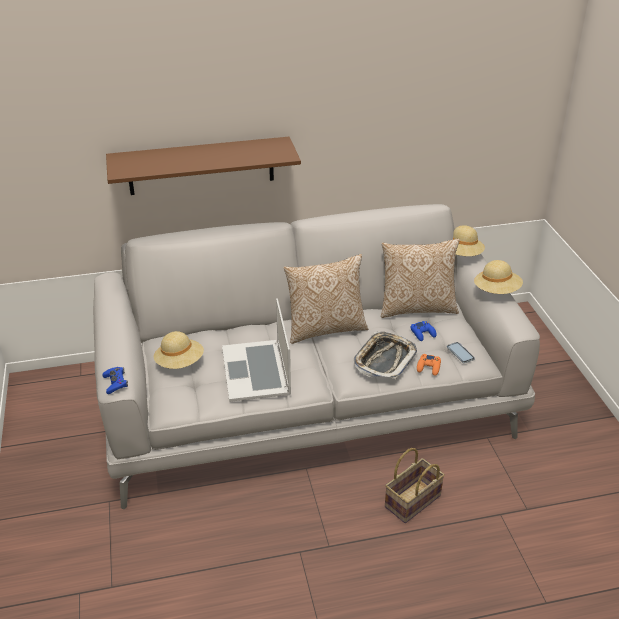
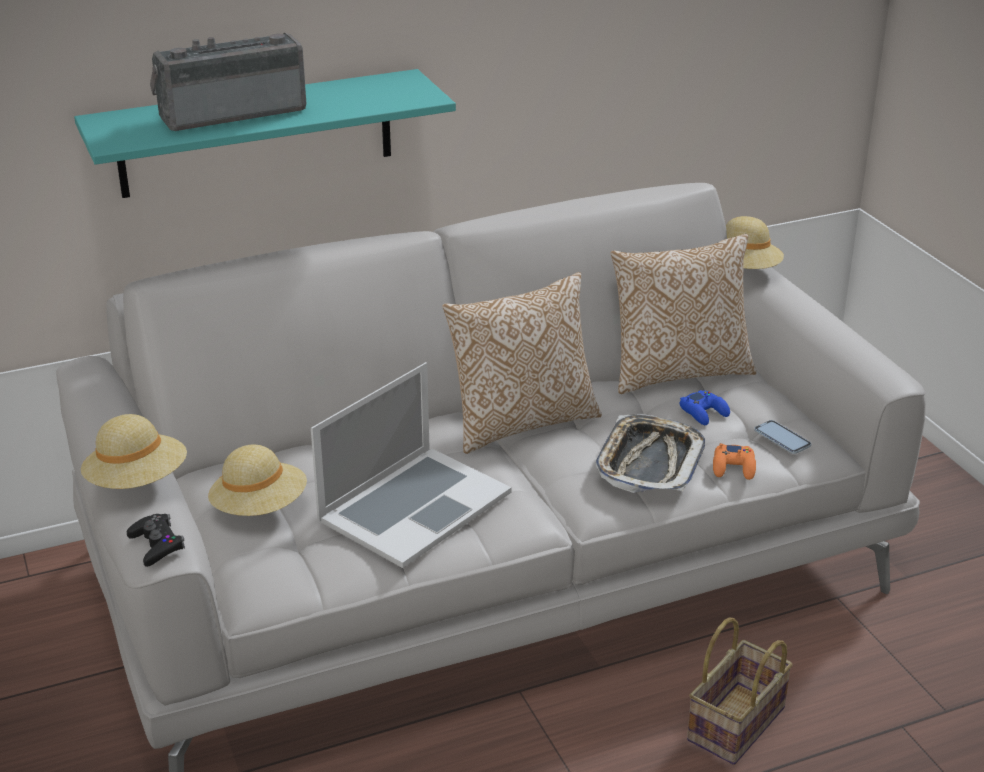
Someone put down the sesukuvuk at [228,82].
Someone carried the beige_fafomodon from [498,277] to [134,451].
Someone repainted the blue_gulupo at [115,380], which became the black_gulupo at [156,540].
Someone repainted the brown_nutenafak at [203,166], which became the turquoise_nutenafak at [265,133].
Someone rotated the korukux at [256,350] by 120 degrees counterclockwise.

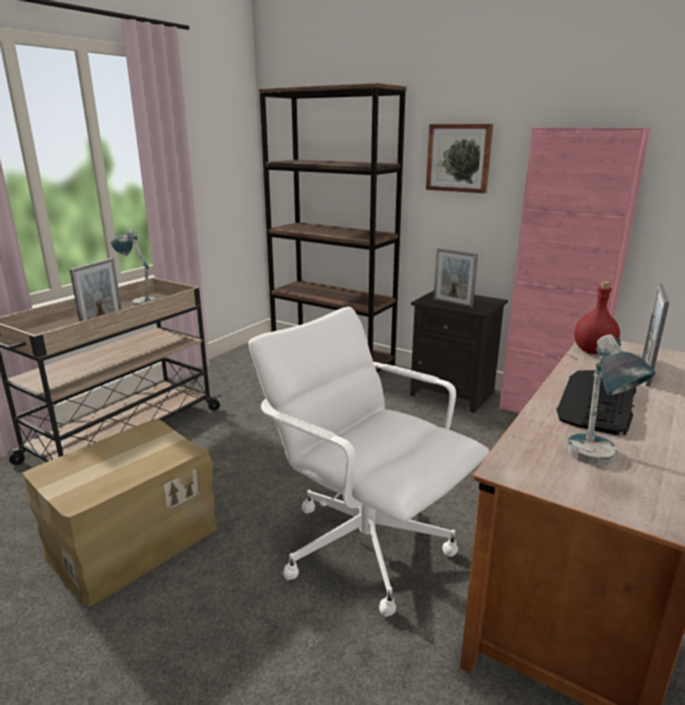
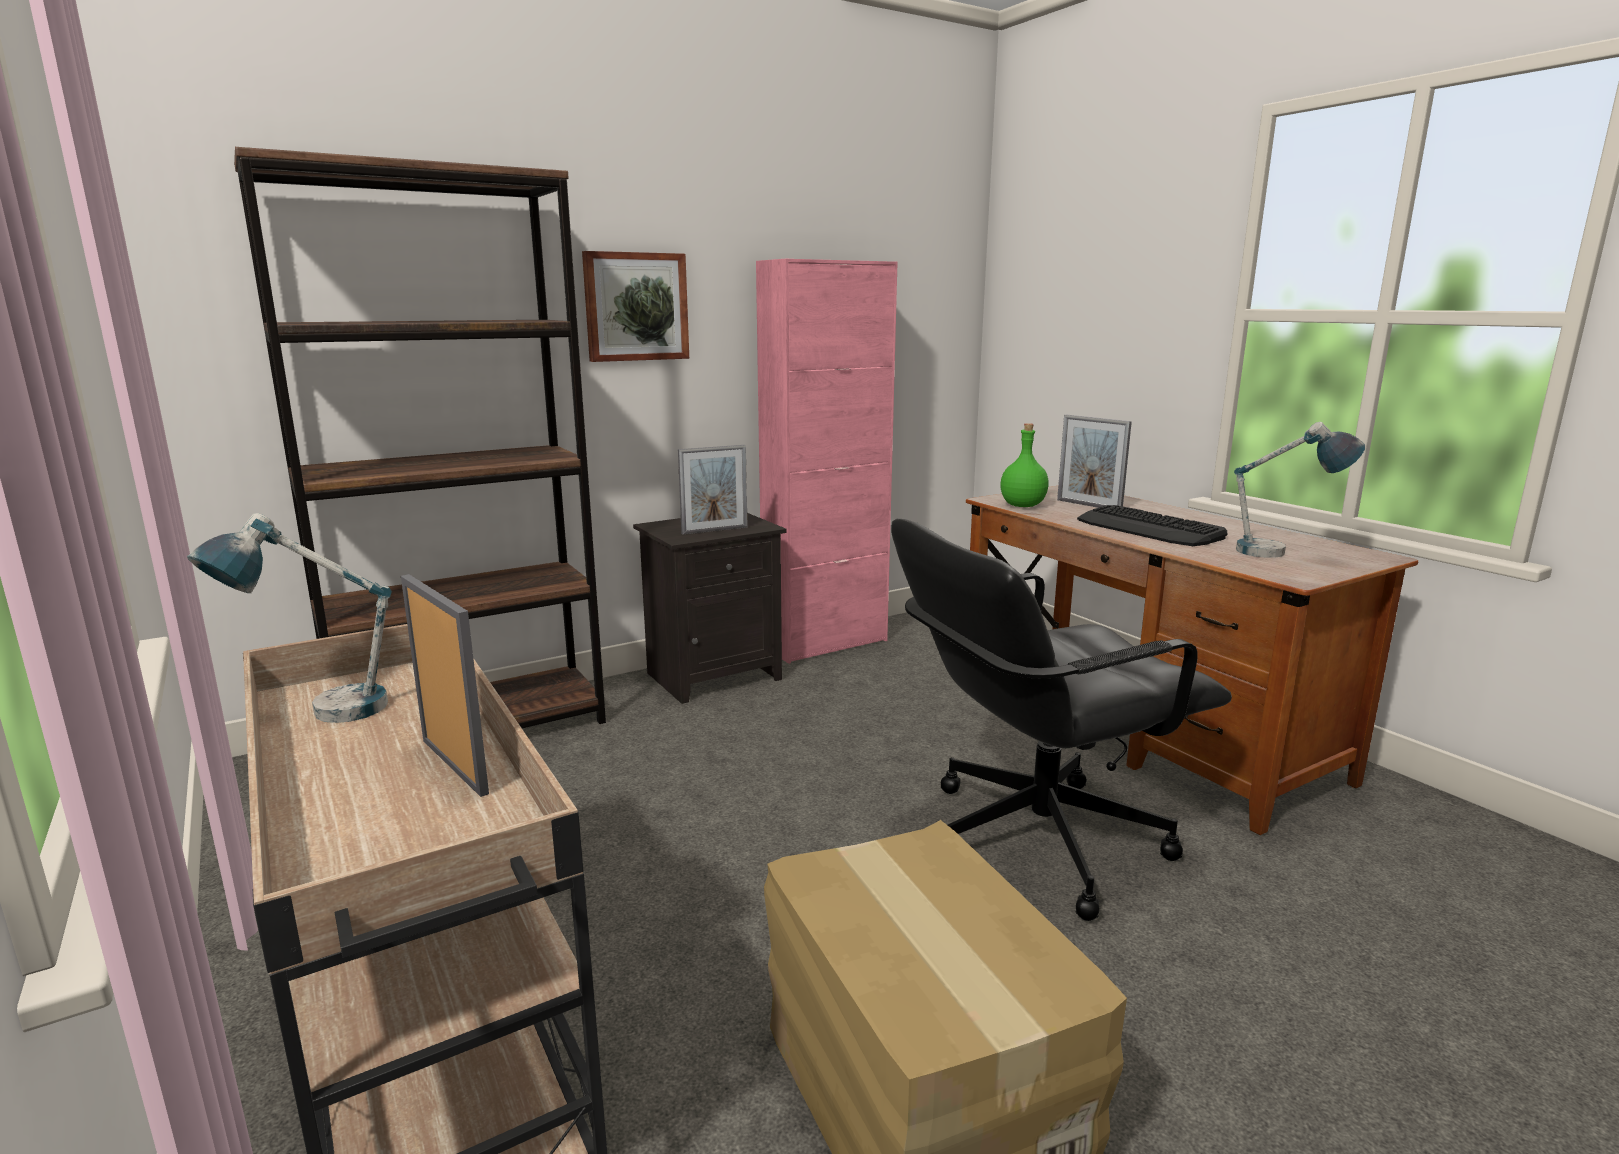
Someone repainted the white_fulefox at [369,462], which became the black_fulefox at [1061,720].
Someone repainted the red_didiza at [597,317], which became the green_didiza at [1024,465].

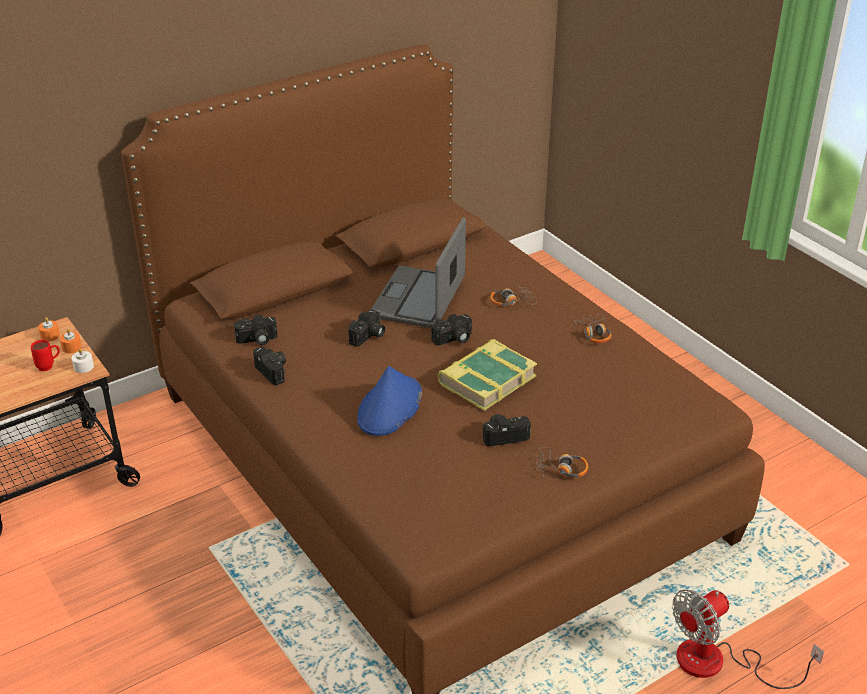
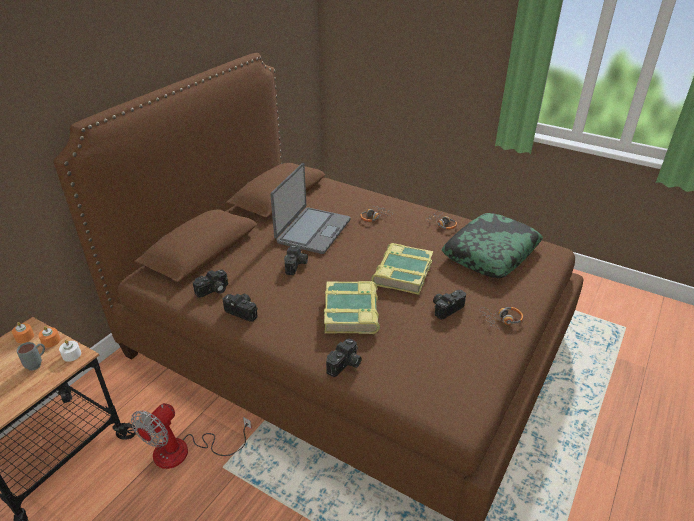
Someone put down the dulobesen at [492,245].
Someone carried the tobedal from [451,329] to [344,357].
Someone carried the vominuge from [748,639] to [191,436].
Someone swapped the blue_fafomodon at [389,401] for the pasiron at [352,307].
Someone repainted the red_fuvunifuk at [45,355], which became the grey_fuvunifuk at [31,356].
Someone rotated the korukux at [418,272] by 150 degrees counterclockwise.

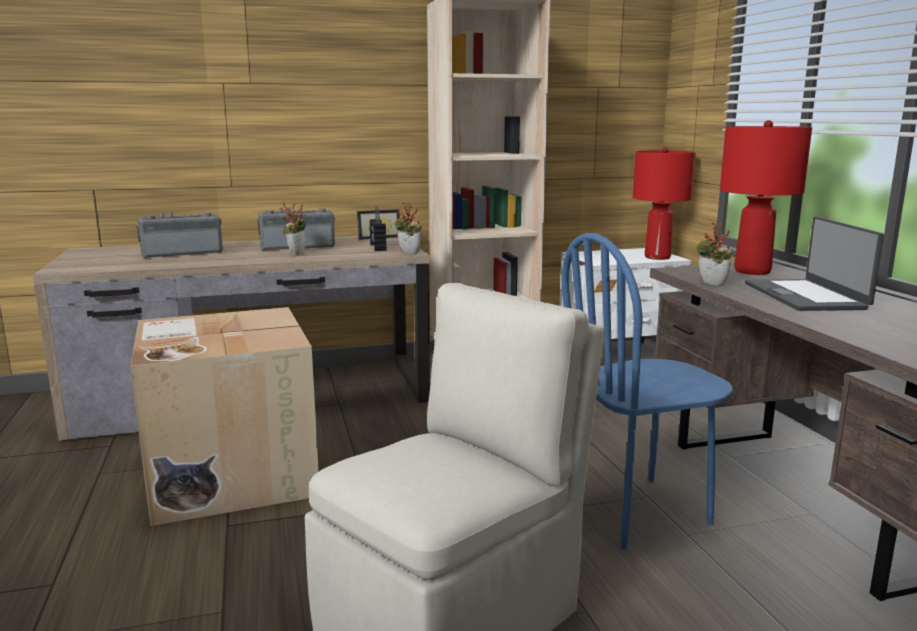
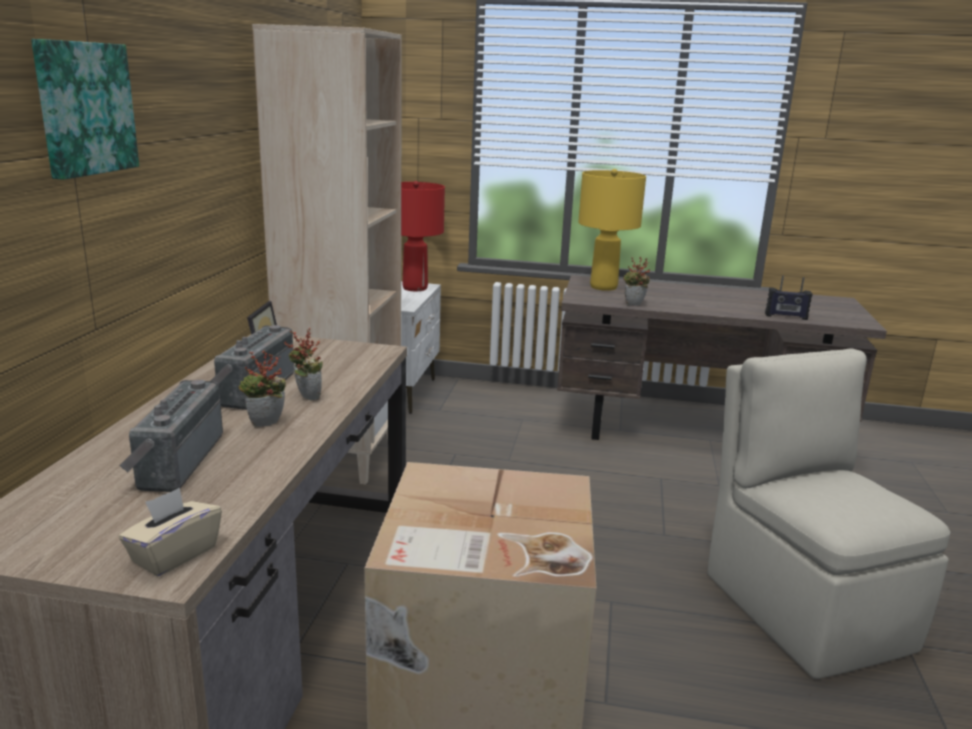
Someone took away the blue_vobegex at [647,391].
Someone took away the korukux at [814,263].
Someone put up the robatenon at [85,109].
Someone put down the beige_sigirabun at [170,532].
Someone carried the sesukuvuk from [377,229] to [788,297].
Someone carried the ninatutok from [408,228] to [262,388].
Someone repainted the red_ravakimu at [766,197], which became the yellow_ravakimu at [612,230].

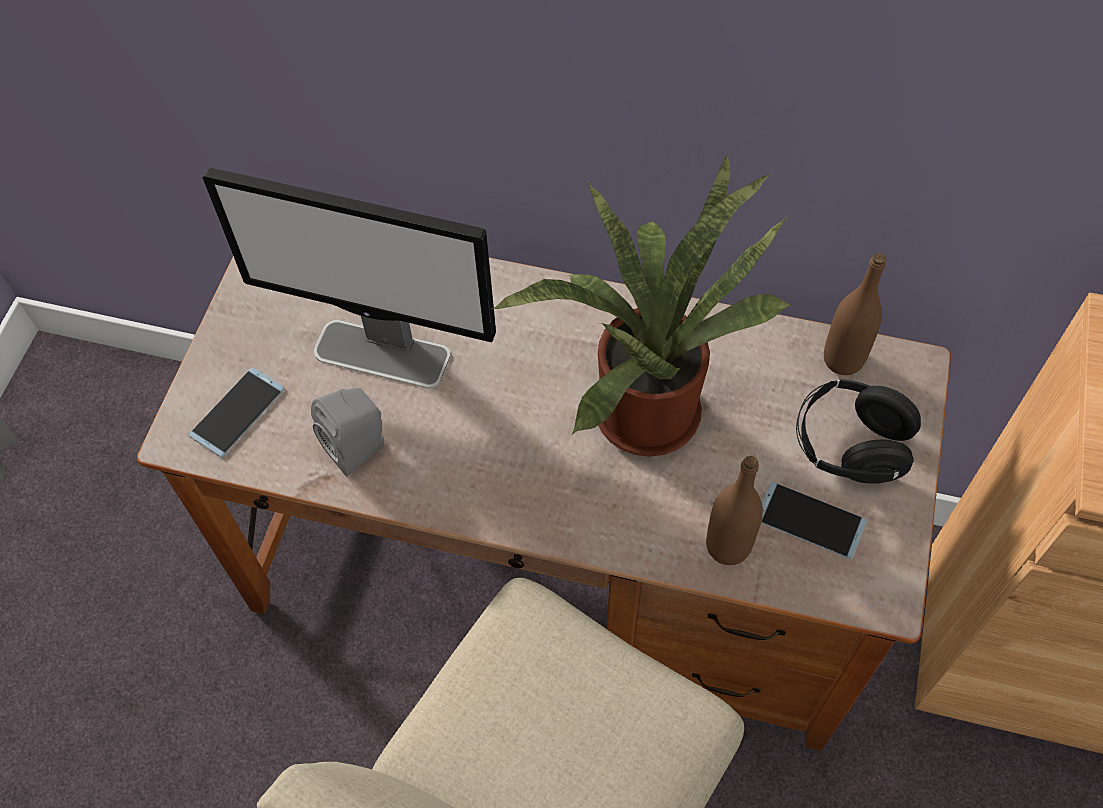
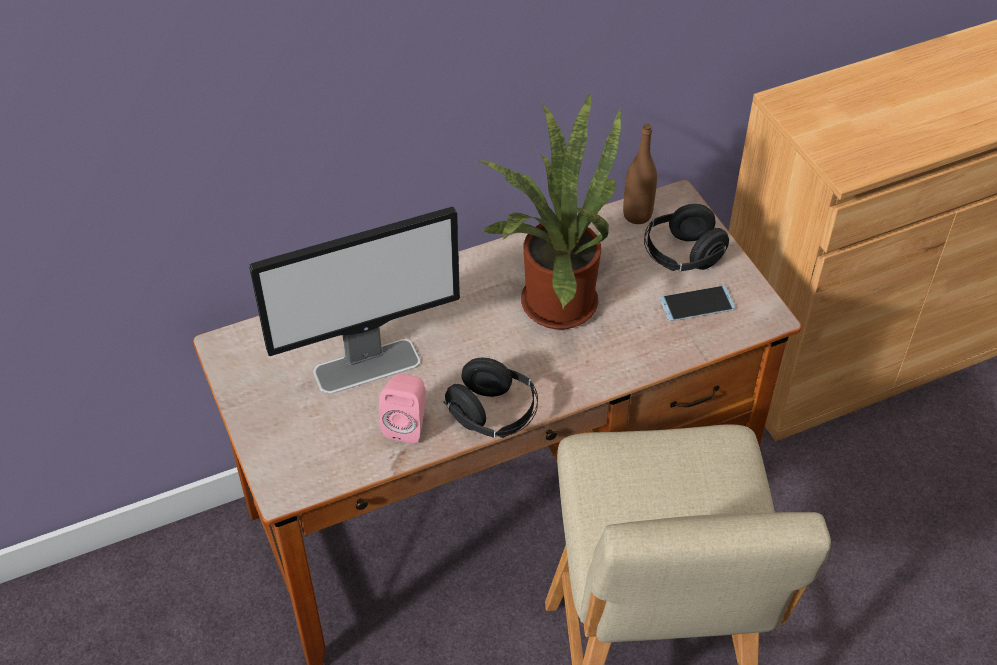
Someone took away the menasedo at [236,413].
Someone took away the brown_didiza at [734,510].
Someone put down the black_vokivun at [490,398].
Someone repainted the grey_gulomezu at [347,432], which became the pink_gulomezu at [402,408].

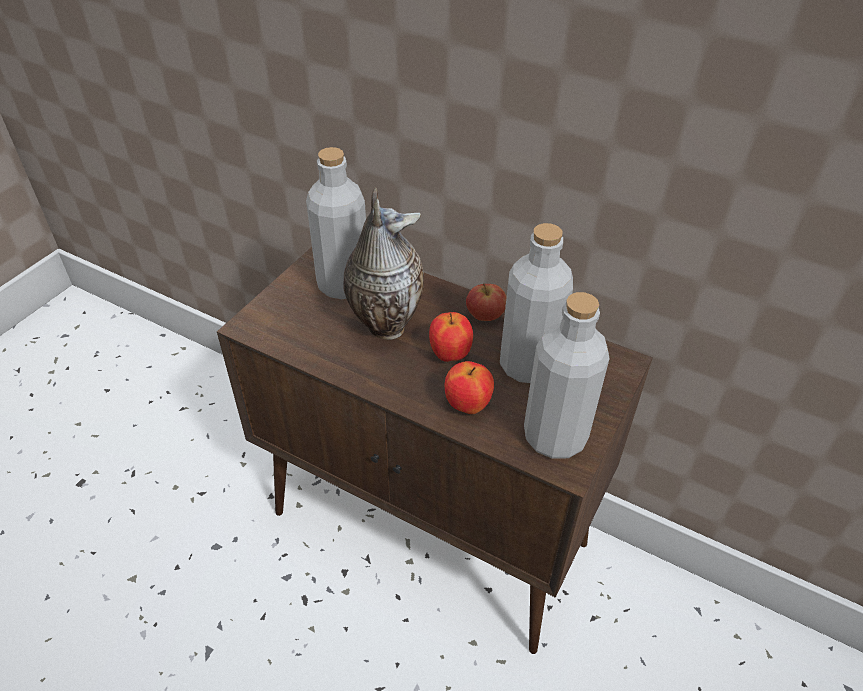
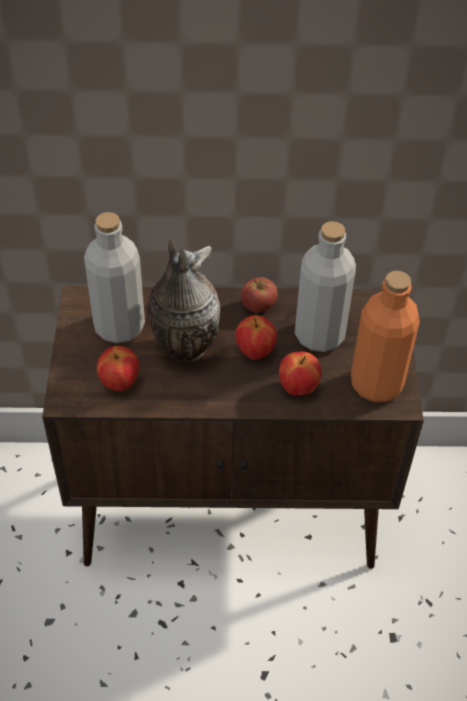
Someone put down the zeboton at [118,368].
Someone repainted the grey_didiza at [567,375], which became the orange_didiza at [385,336].

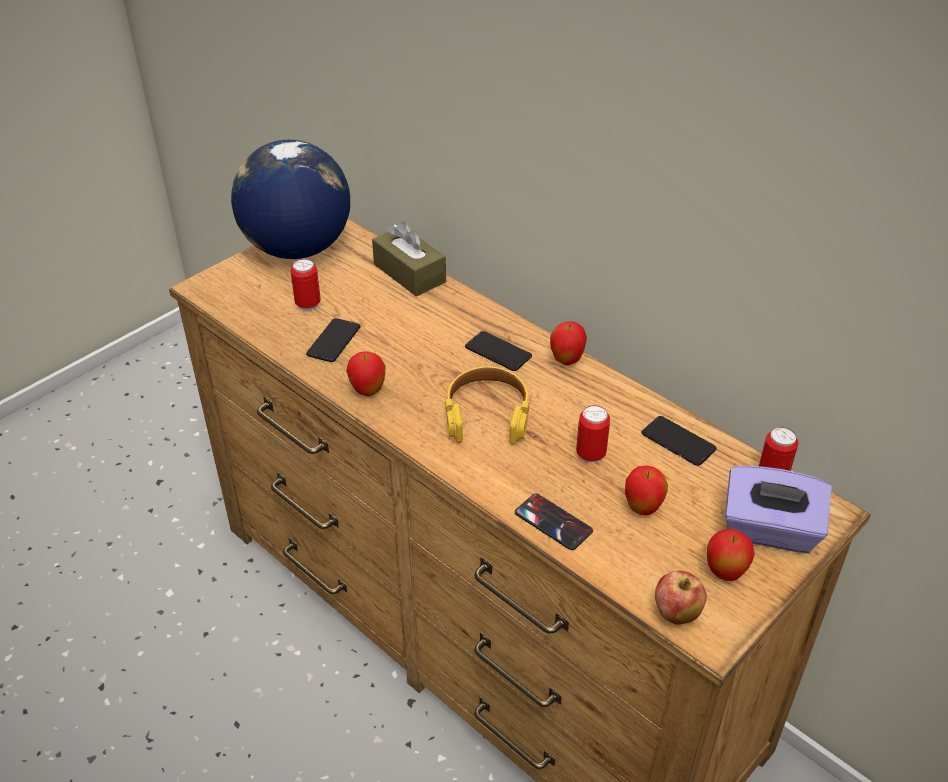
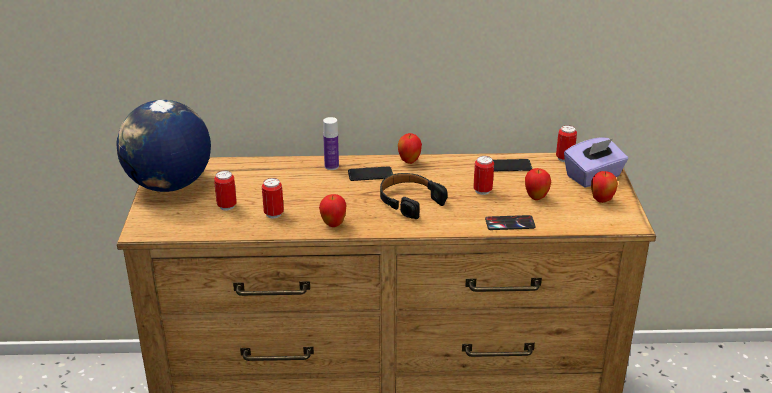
Someone took away the brown_sigirabun at [409,259].
Someone took away the zeboton at [681,598].
Someone put down the didiza at [331,143].
Someone swapped the menasedo at [333,340] for the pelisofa at [273,198].
Someone repainted the yellow_vokivun at [487,405], which became the black_vokivun at [414,196].

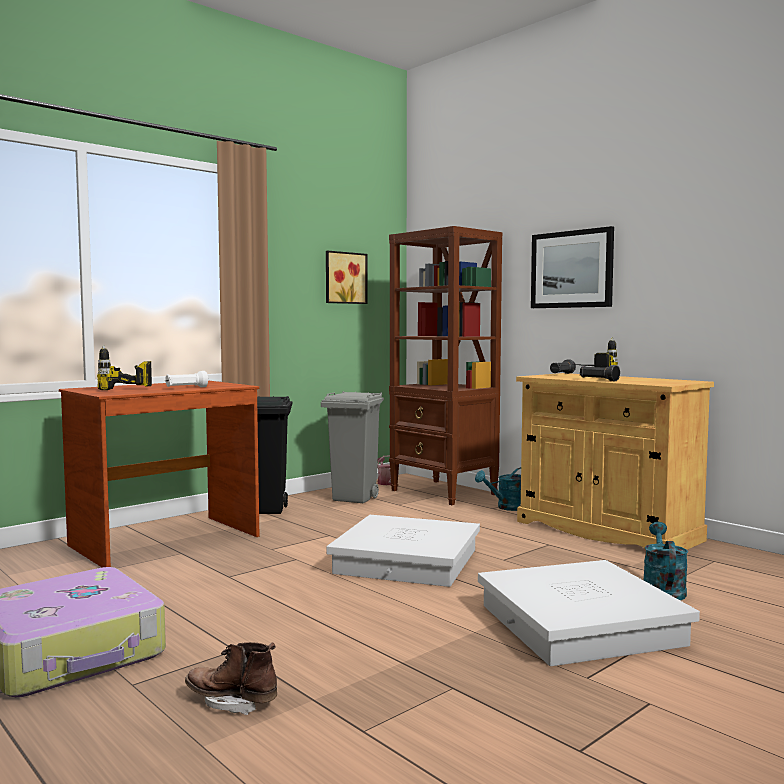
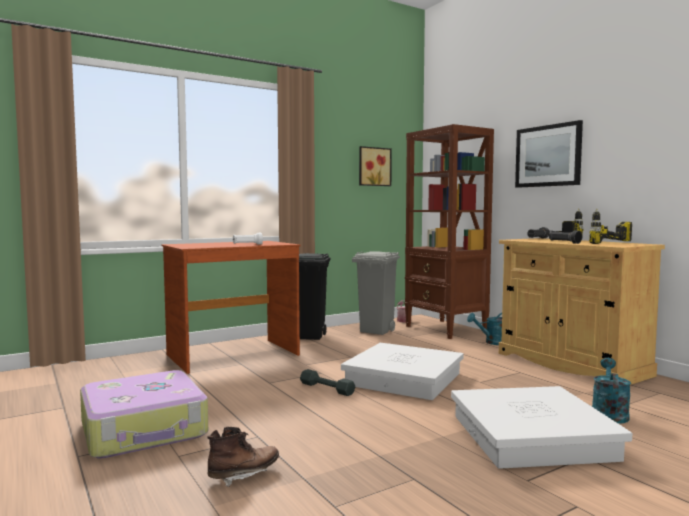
Someone put down the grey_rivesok at [328,382].
Someone carried the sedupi from [124,367] to [610,226].
Someone rotated the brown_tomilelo at [231,678] by 120 degrees clockwise.

